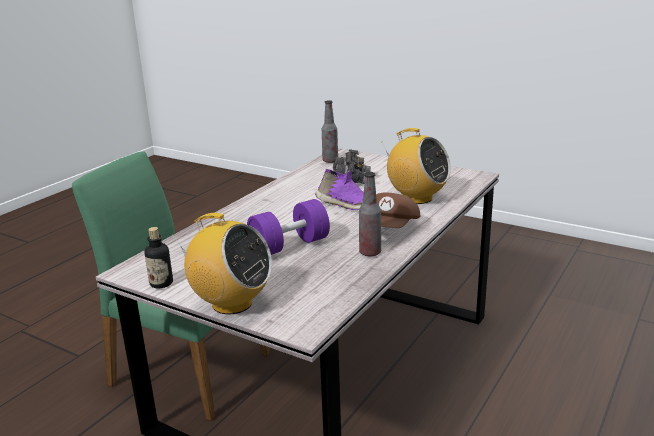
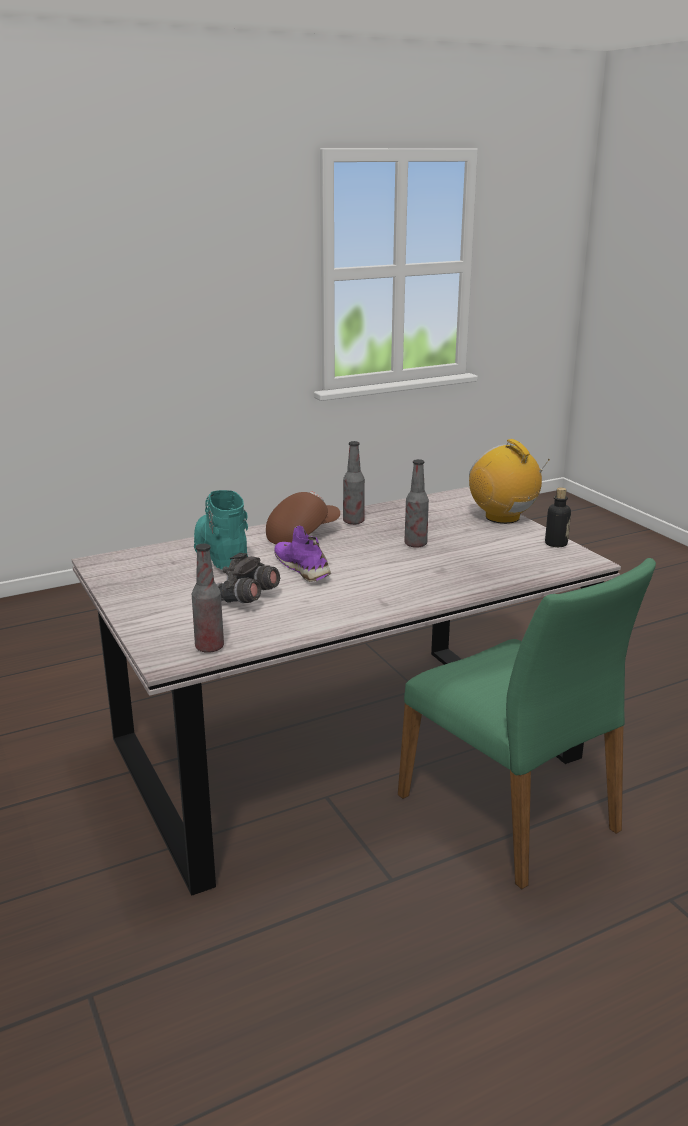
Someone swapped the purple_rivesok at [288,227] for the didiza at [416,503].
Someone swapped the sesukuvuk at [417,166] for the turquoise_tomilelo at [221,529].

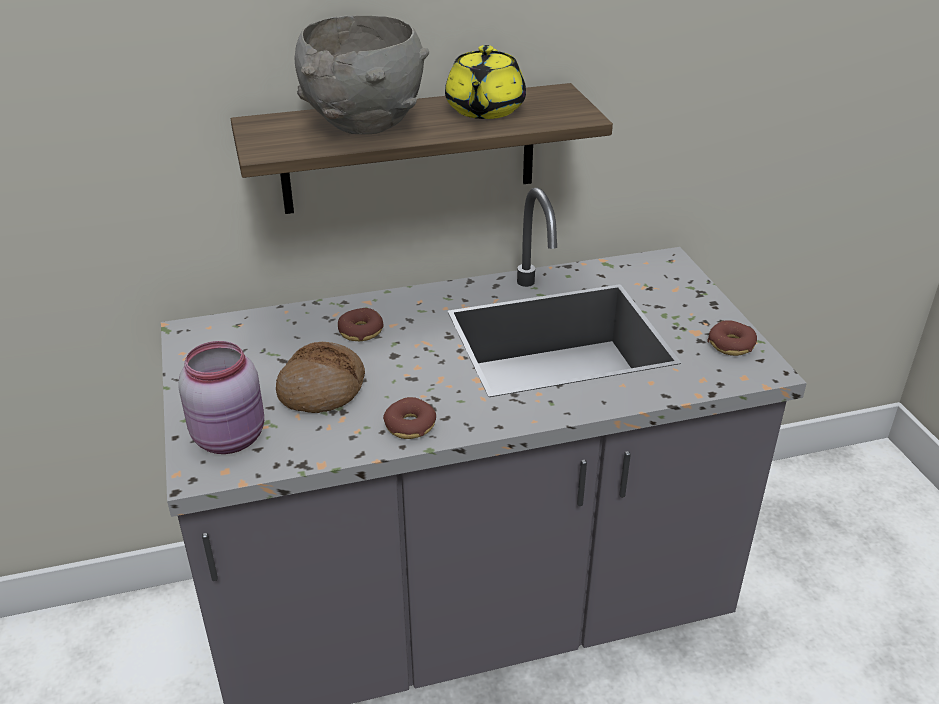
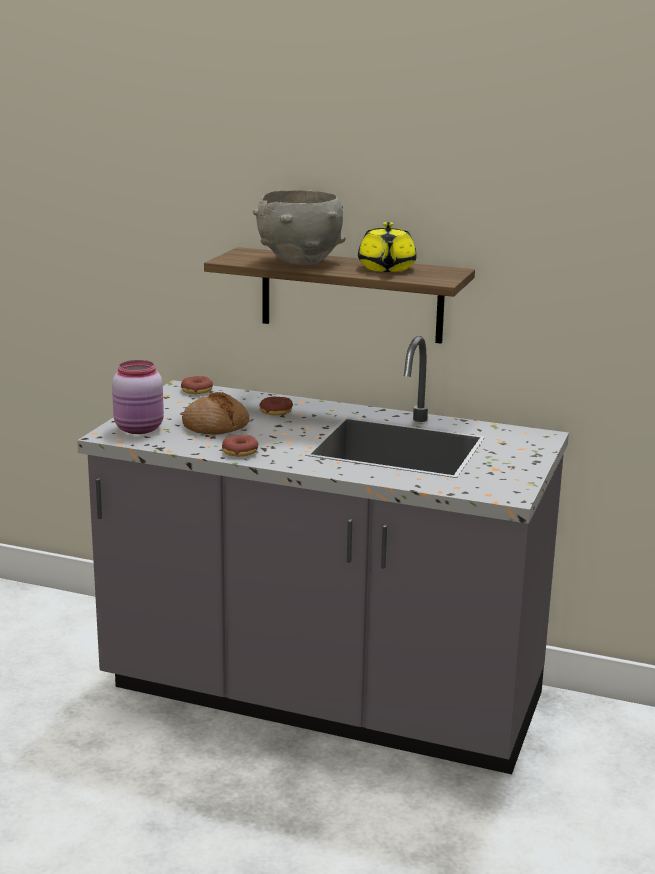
Someone carried the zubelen from [732,338] to [197,385].
Someone rotated the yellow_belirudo at [485,82] by 45 degrees counterclockwise.

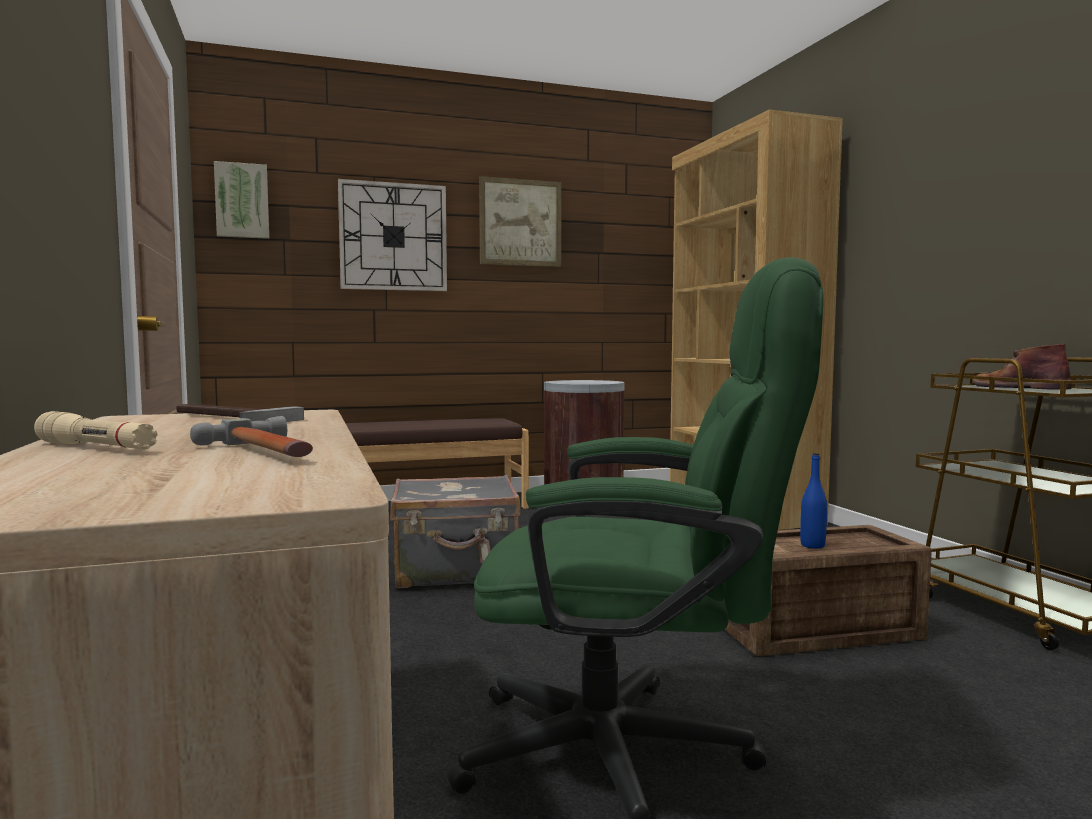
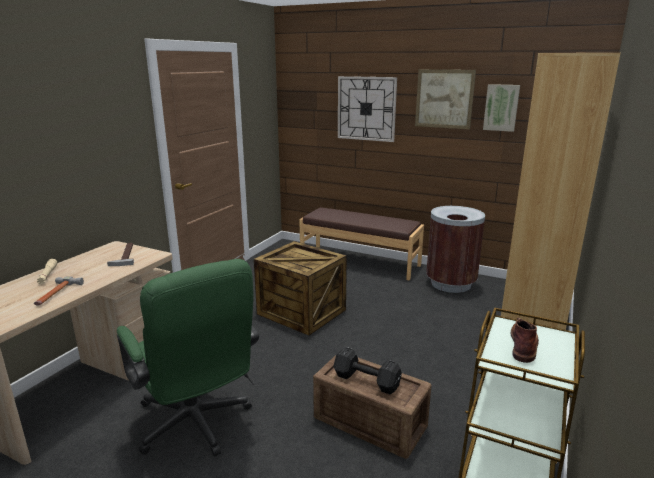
Someone carried the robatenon from [241,200] to [501,108].
Someone swapped the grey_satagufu at [455,531] for the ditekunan at [300,288].
Someone swapped the blue_didiza at [813,501] for the black_rivesok at [367,370].

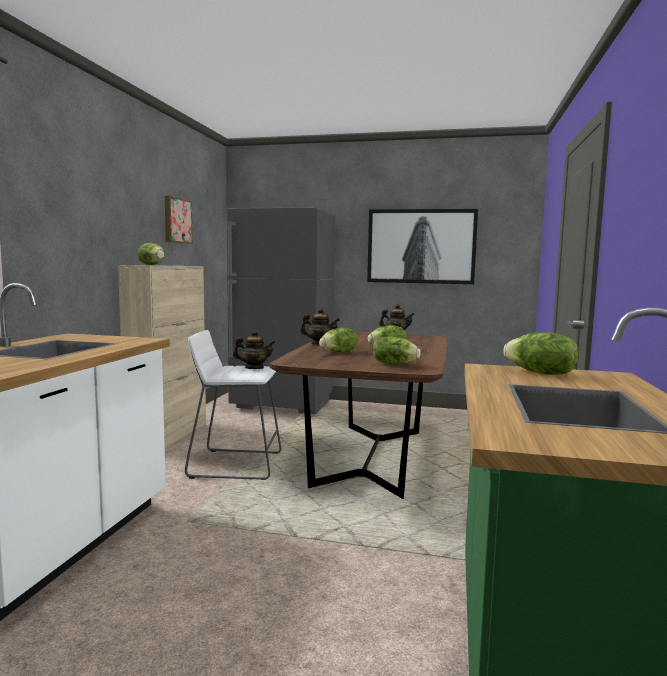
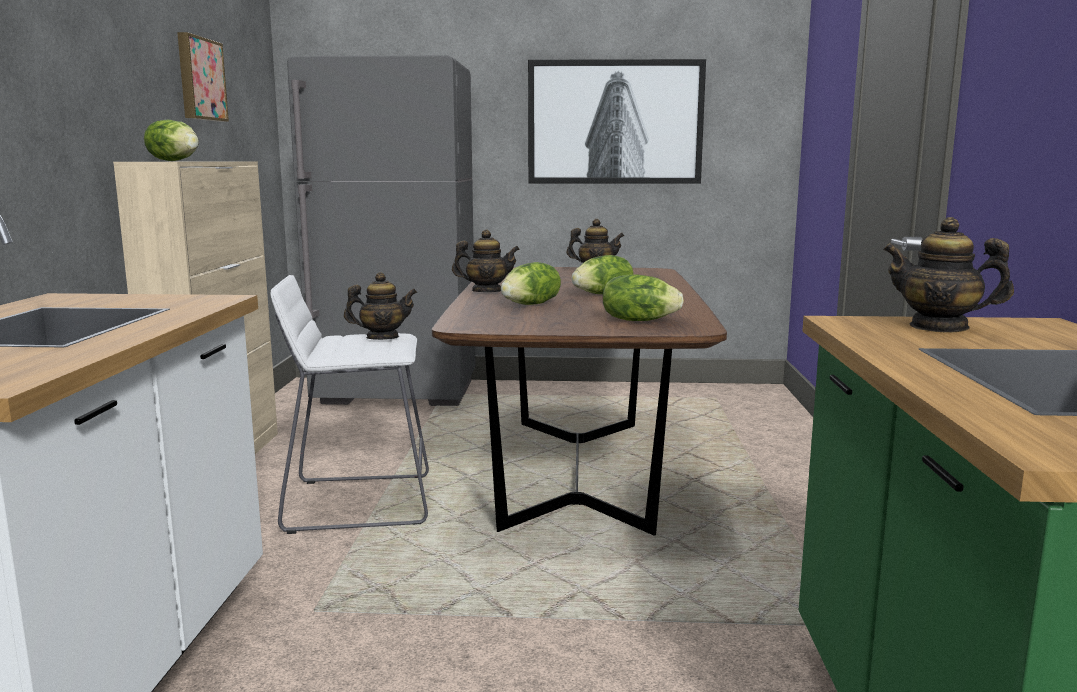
Someone swapped the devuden at [541,353] for the belirudo at [948,275].

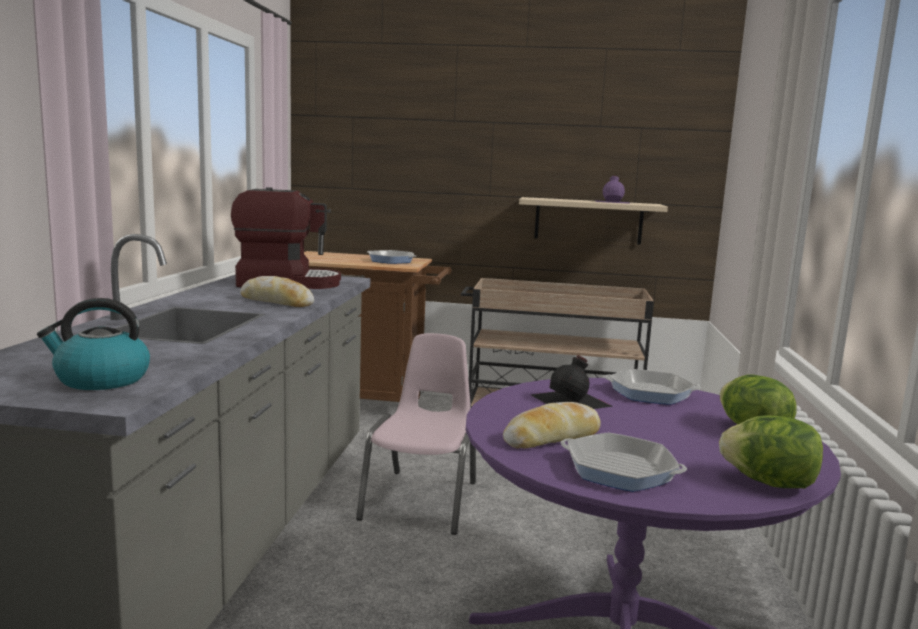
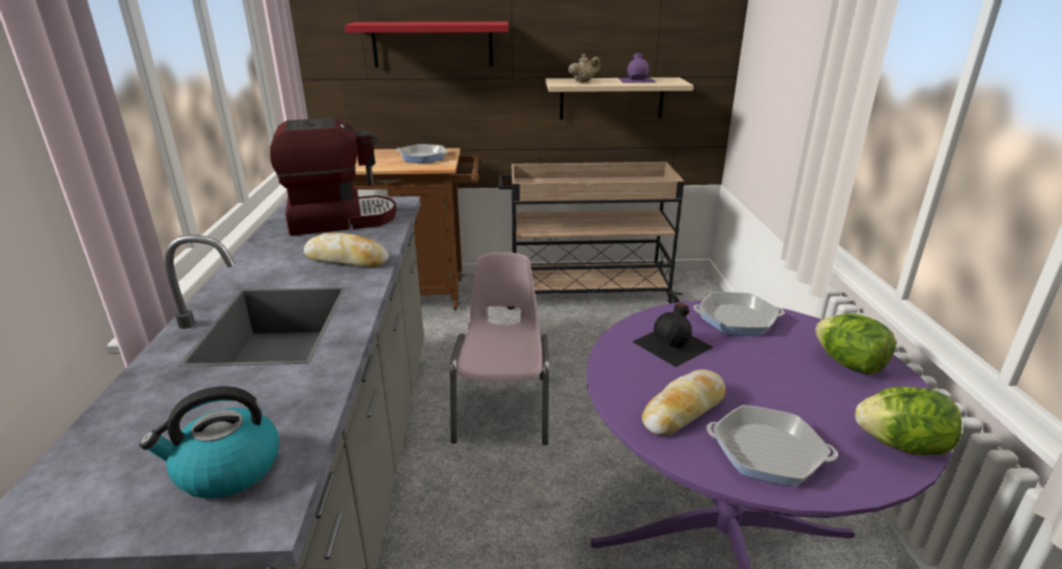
Someone put up the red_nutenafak at [426,44].
Someone put down the beige_belirudo at [584,68].

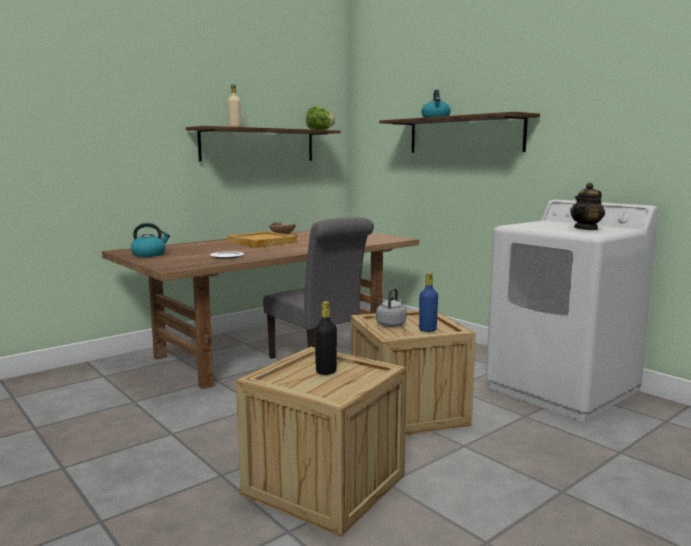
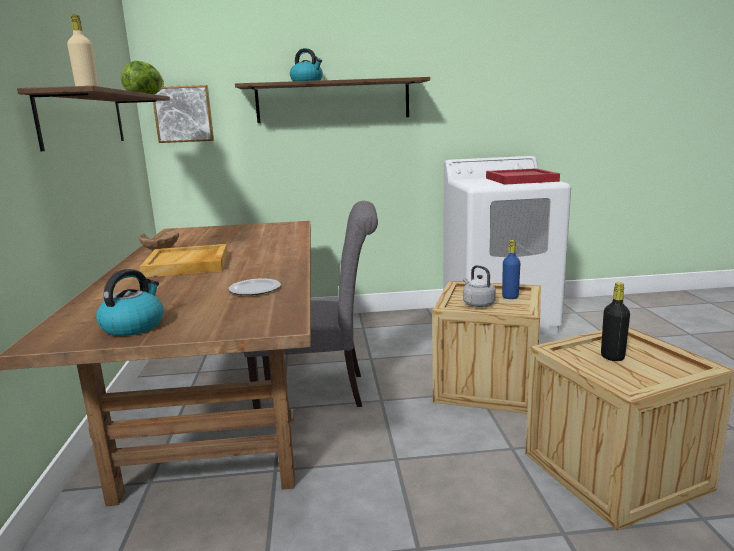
Someone put up the robatenon at [183,114].
Someone swapped the belirudo at [587,206] for the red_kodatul at [523,176].

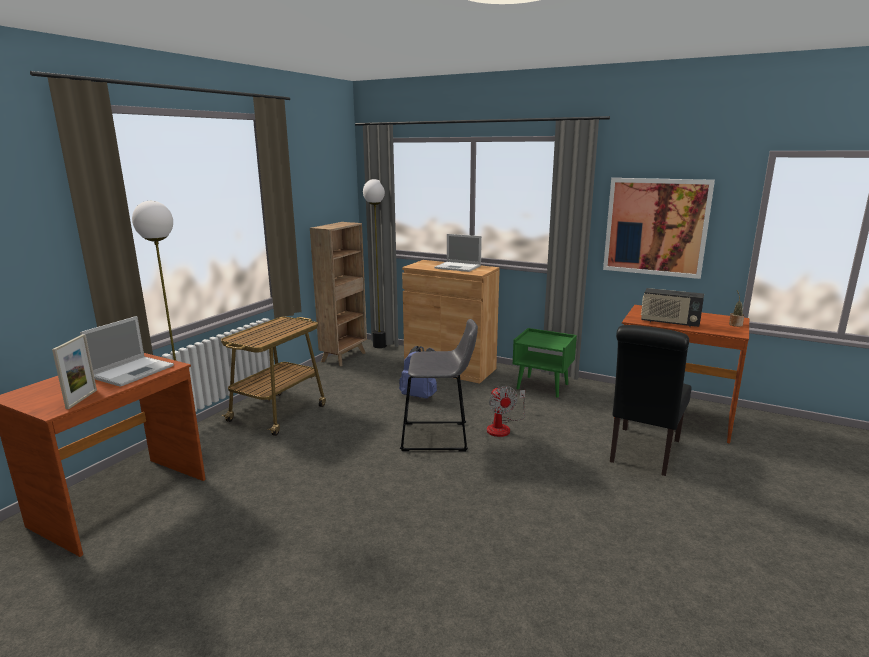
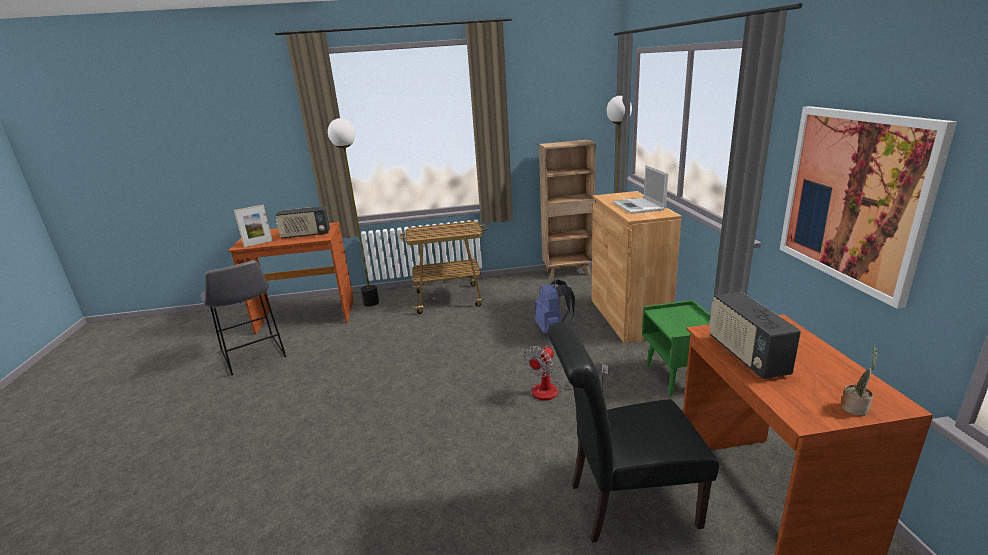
Someone carried the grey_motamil from [439,385] to [243,317].
Someone swapped the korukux at [127,351] for the sesukuvuk at [303,222].

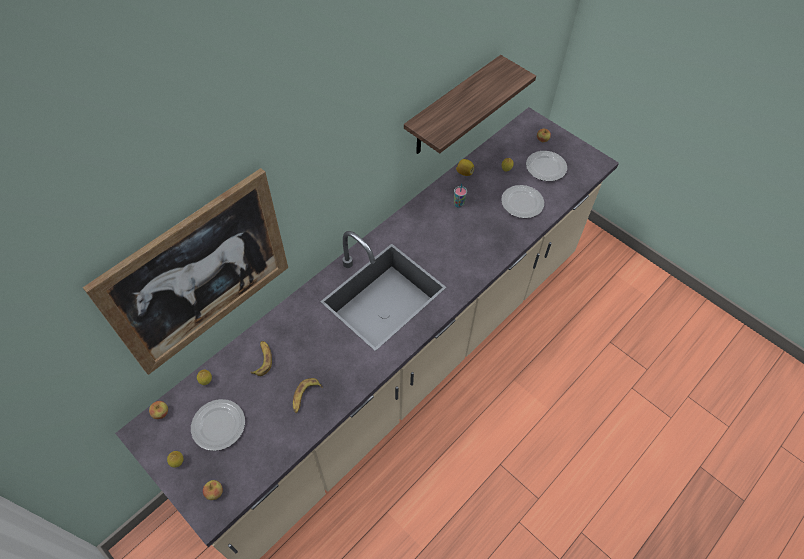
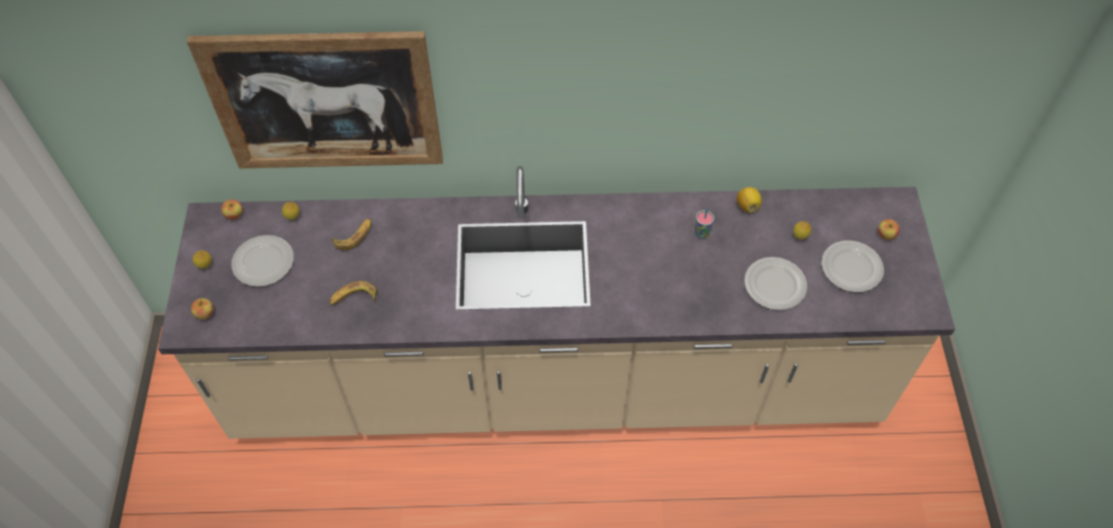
Someone took away the nutenafak at [470,104].

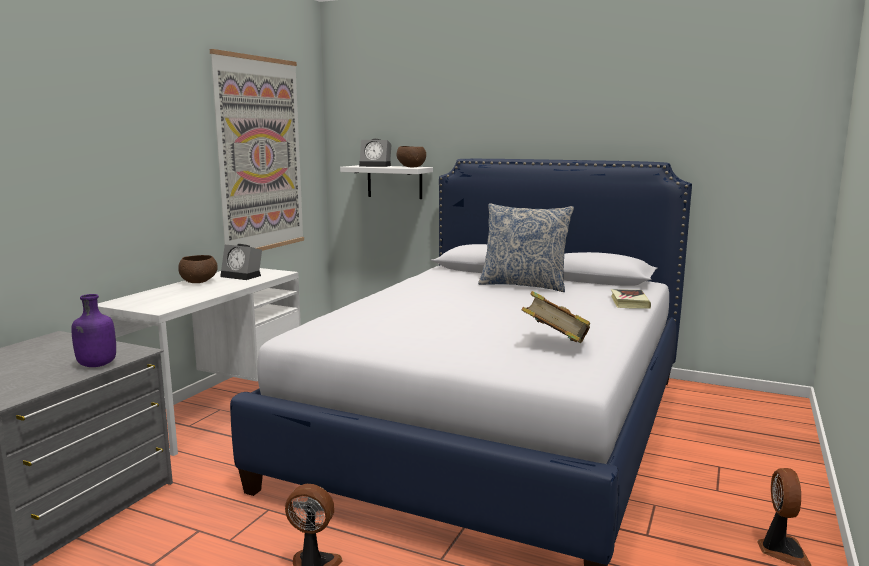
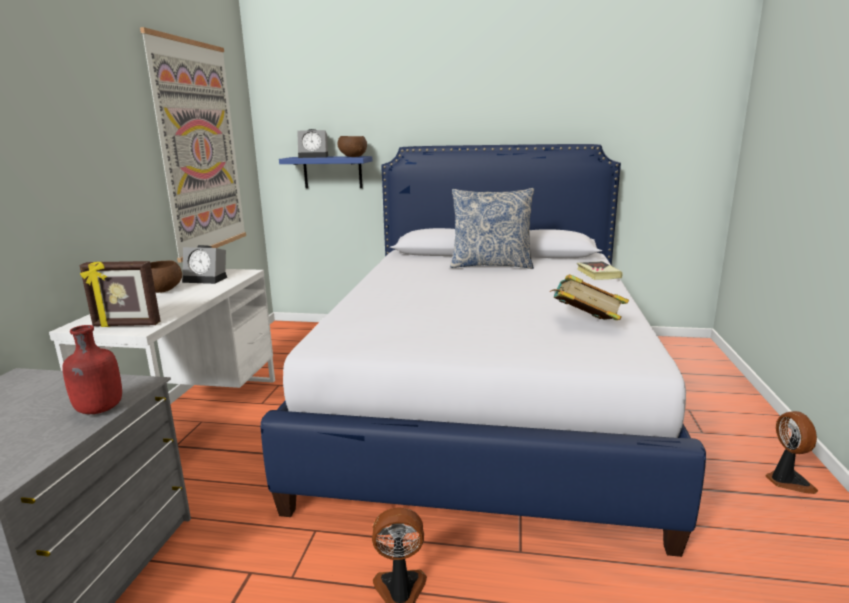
Someone put down the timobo at [119,294].
Someone repainted the purple_didiza at [93,330], which became the red_didiza at [92,369].
Someone repainted the white_nutenafak at [386,182], which became the blue_nutenafak at [325,172].

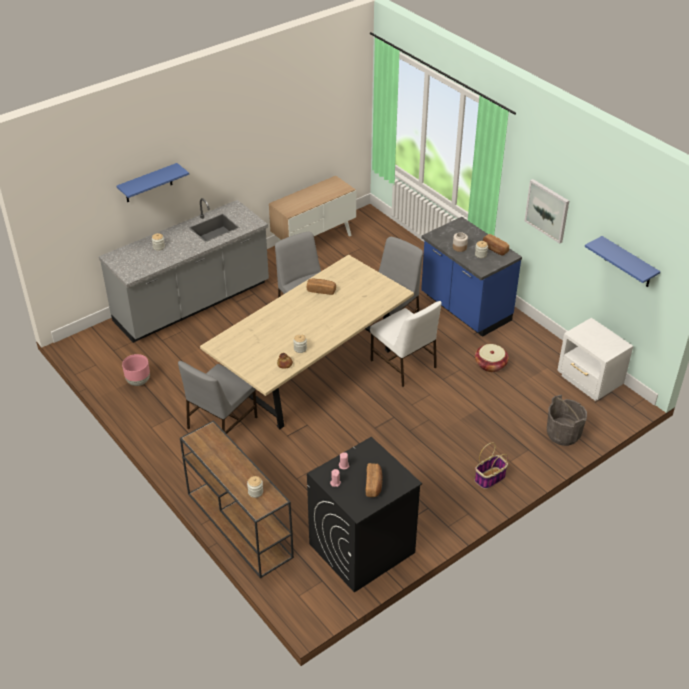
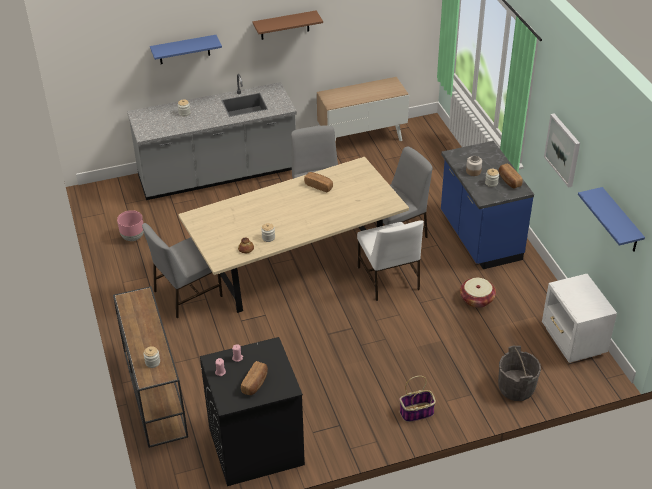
Someone put up the brown_nutenafak at [287,25].

